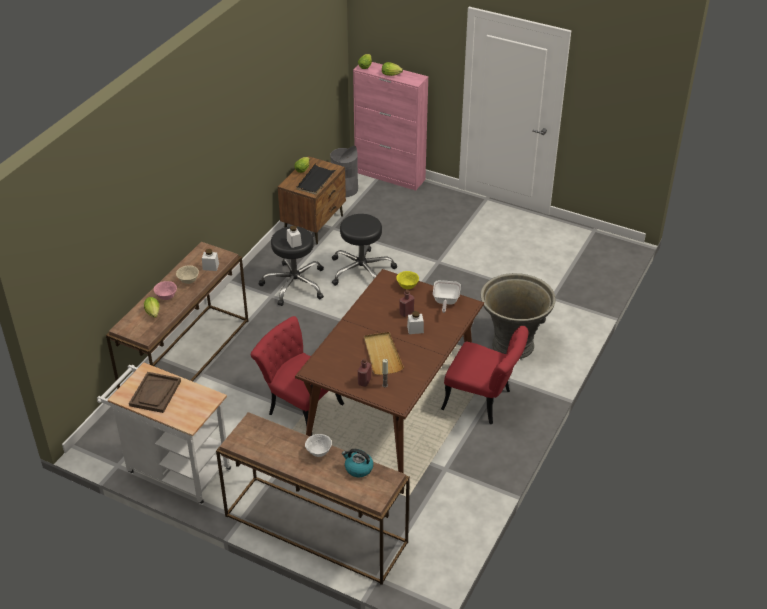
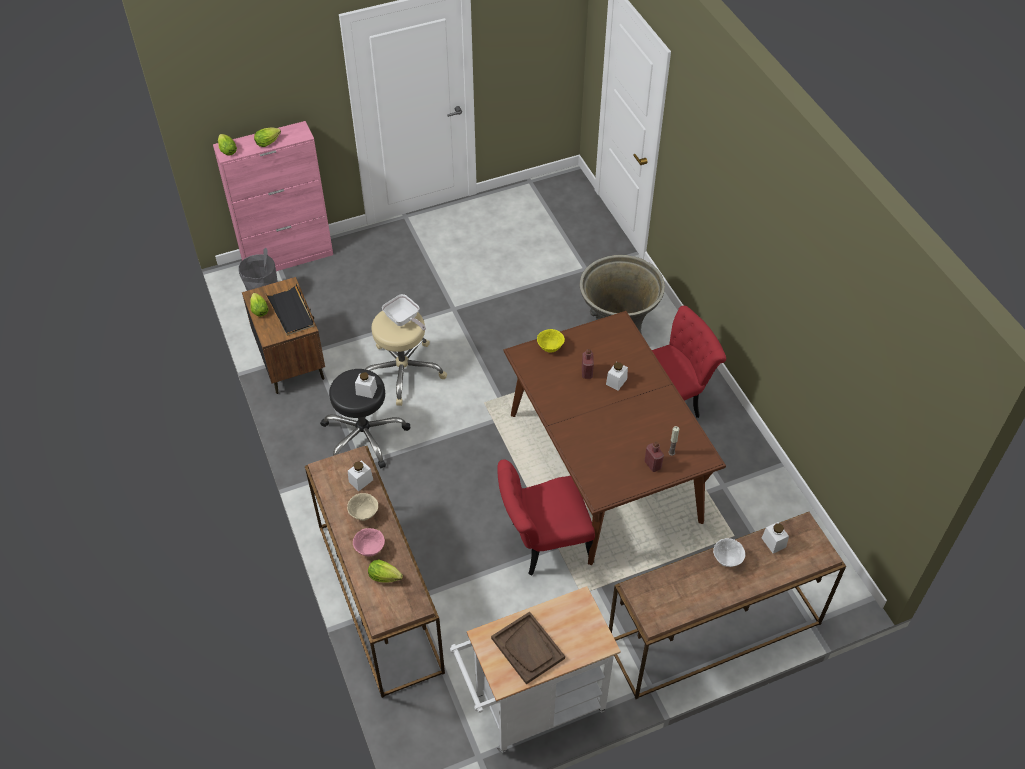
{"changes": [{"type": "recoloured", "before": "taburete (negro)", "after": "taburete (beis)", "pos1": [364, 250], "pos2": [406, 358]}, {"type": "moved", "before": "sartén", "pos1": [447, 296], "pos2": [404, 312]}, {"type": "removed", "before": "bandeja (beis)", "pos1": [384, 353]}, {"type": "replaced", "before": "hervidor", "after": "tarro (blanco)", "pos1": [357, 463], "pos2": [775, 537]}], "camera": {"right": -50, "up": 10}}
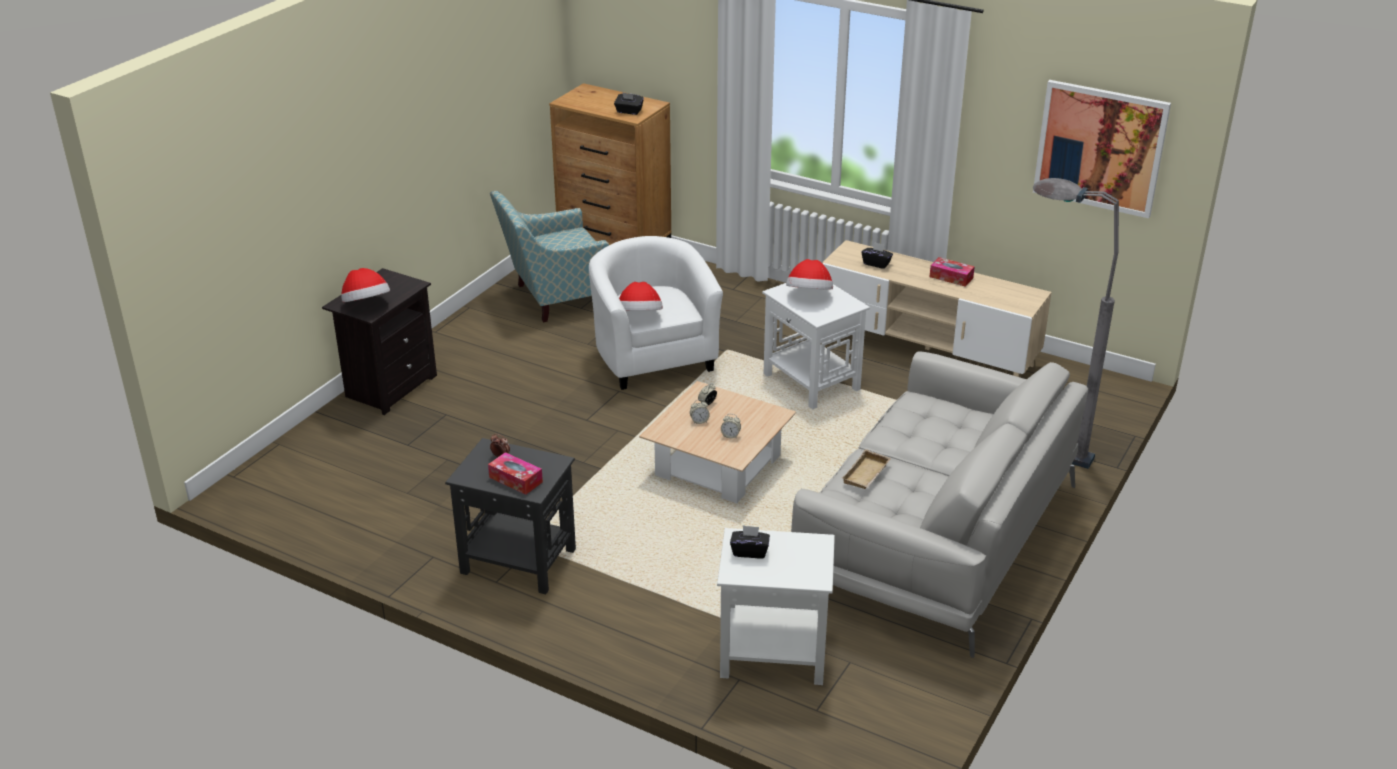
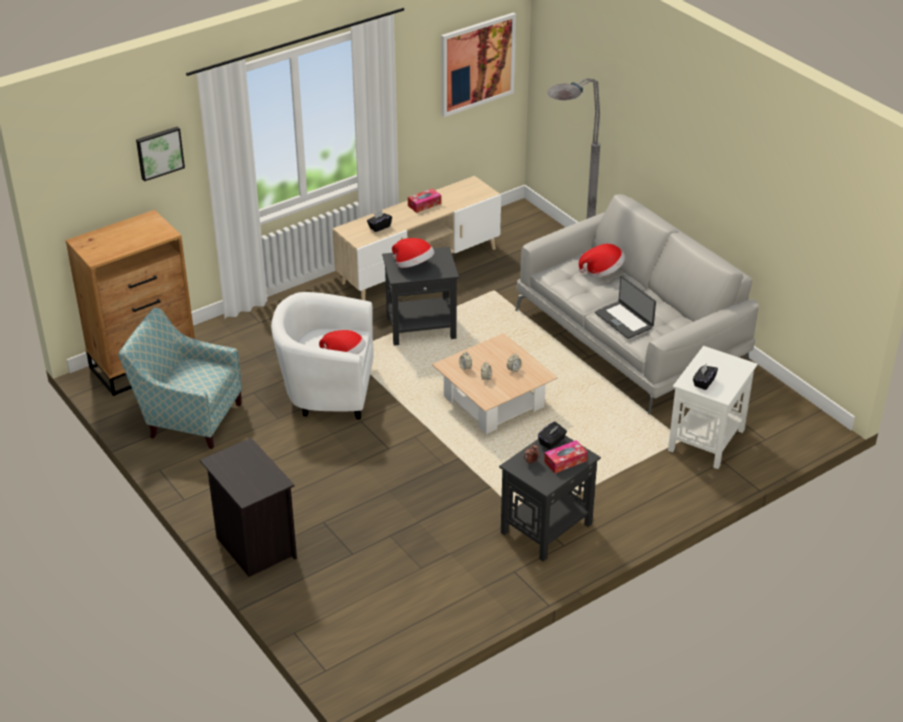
{"changes": [{"type": "moved", "before": "caja de pañuelos (negro)", "pos1": [629, 103], "pos2": [552, 436]}, {"type": "turned", "before": "sillón", "pos1": [549, 256], "pos2": [180, 378], "turn": 105}, {"type": "moved", "before": "sombrero", "pos1": [365, 285], "pos2": [602, 260]}, {"type": "recoloured", "before": "mesa auxiliar (blanco)", "after": "mesa auxiliar (negro)", "pos1": [816, 346], "pos2": [420, 296]}, {"type": "replaced", "before": "bandeja (beis)", "after": "portátil", "pos1": [866, 469], "pos2": [625, 307]}, {"type": "added", "after": "cuadro", "pos2": [160, 153]}], "camera": {"right": -65, "up": 5}}
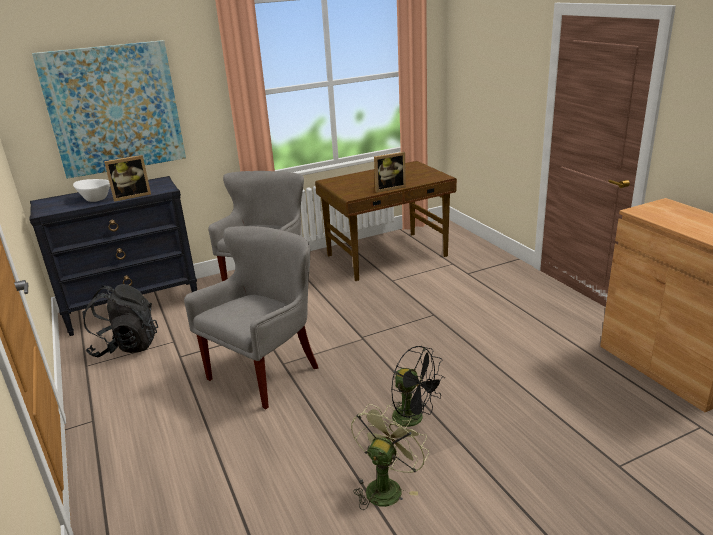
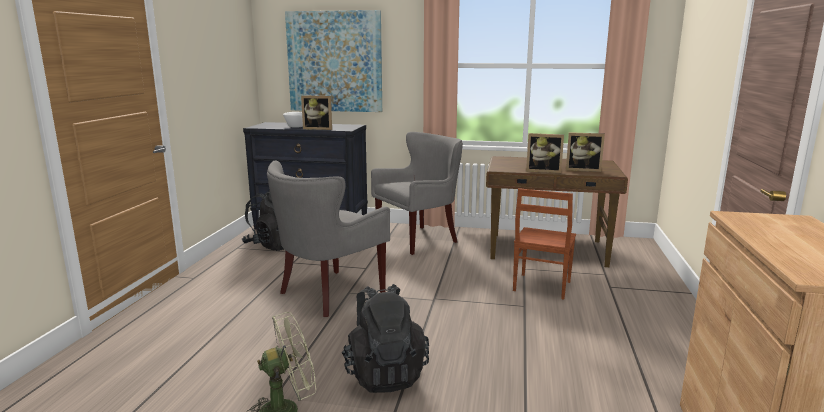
{"changes": [{"type": "turned", "before": "sillón (gris)", "pos1": [251, 317], "pos2": [328, 238], "turn": 150}, {"type": "replaced", "before": "ventilador (negro)", "after": "mochila (negro)", "pos1": [418, 386], "pos2": [385, 338]}, {"type": "added", "after": "portarretratos", "pos2": [585, 152]}, {"type": "added", "after": "silla (marrón)", "pos2": [544, 243]}], "camera": {"right": 35, "up": -10}}
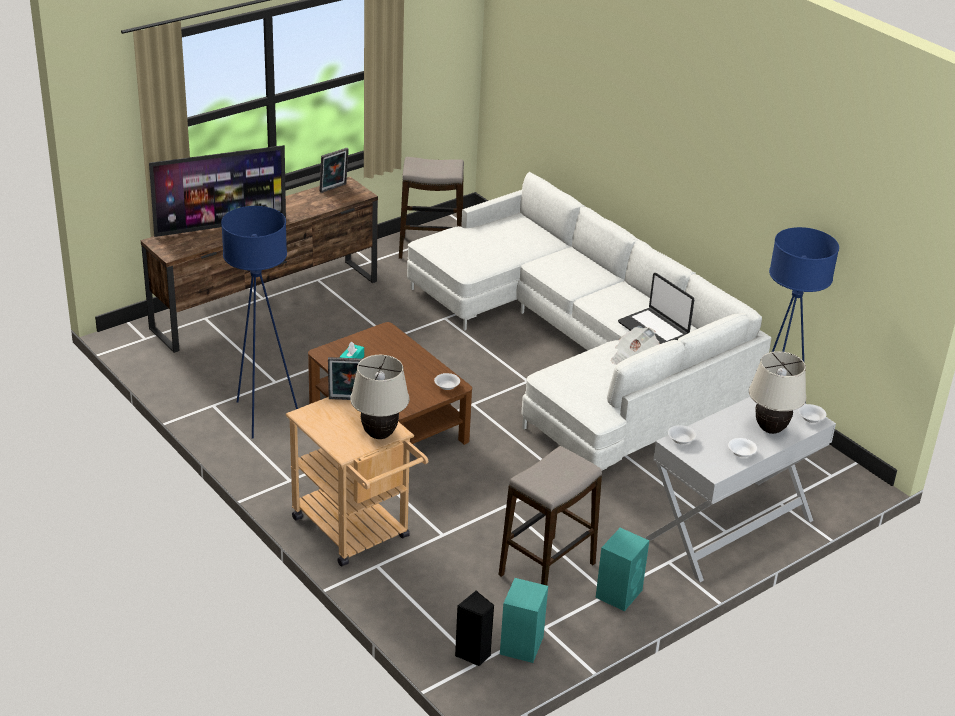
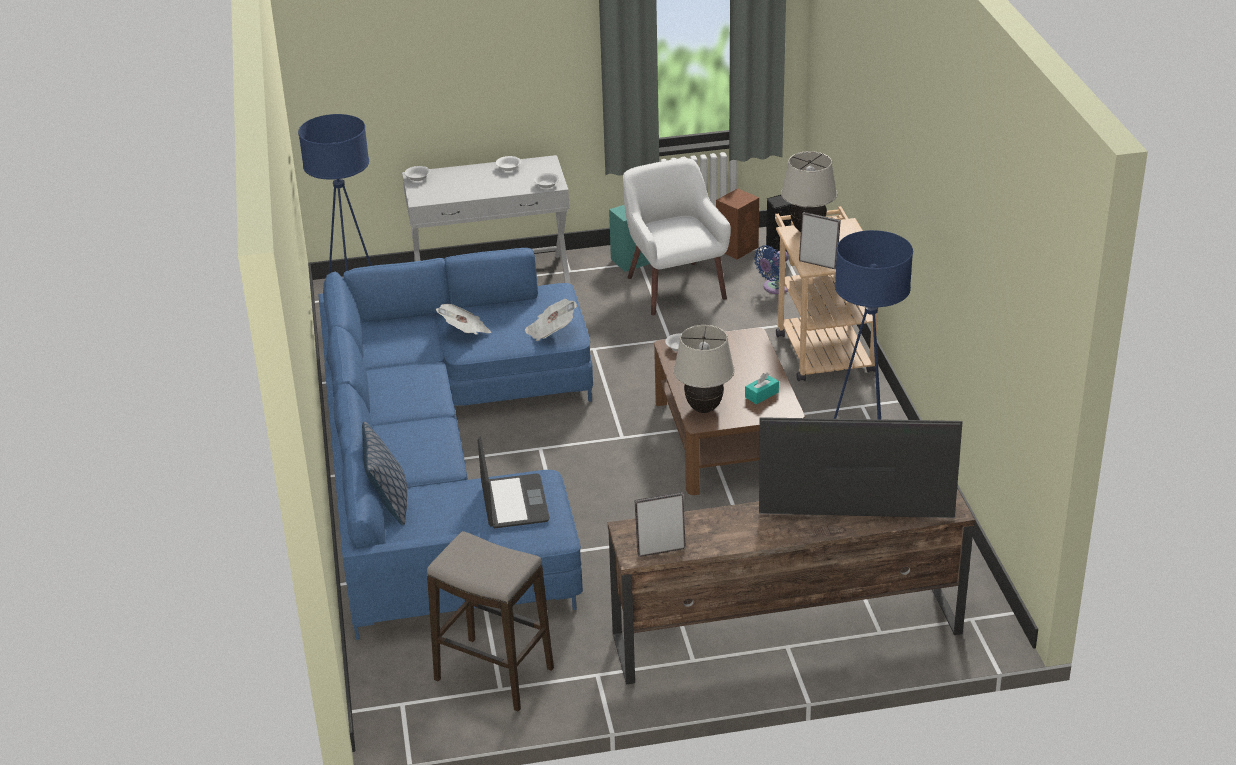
{"changes": [{"type": "recoloured", "before": "sofá (blanco)", "after": "sofá (azul)", "pos1": [589, 321], "pos2": [455, 444]}, {"type": "moved", "before": "portátil", "pos1": [656, 308], "pos2": [514, 482]}, {"type": "moved", "before": "lámpara de mesa (beis)", "pos1": [777, 392], "pos2": [704, 369]}, {"type": "replaced", "before": "taburete", "after": "sillón (blanco)", "pos1": [550, 515], "pos2": [677, 237]}, {"type": "recoloured", "before": "altavoz (turquesa)", "after": "altavoz (marrón)", "pos1": [524, 620], "pos2": [737, 224]}, {"type": "added", "after": "ventilador (azul)", "pos2": [771, 269]}, {"type": "added", "after": "periódico", "pos2": [551, 320]}, {"type": "added", "after": "cojín", "pos2": [384, 473]}], "camera": {"right": -150, "up": 0}}
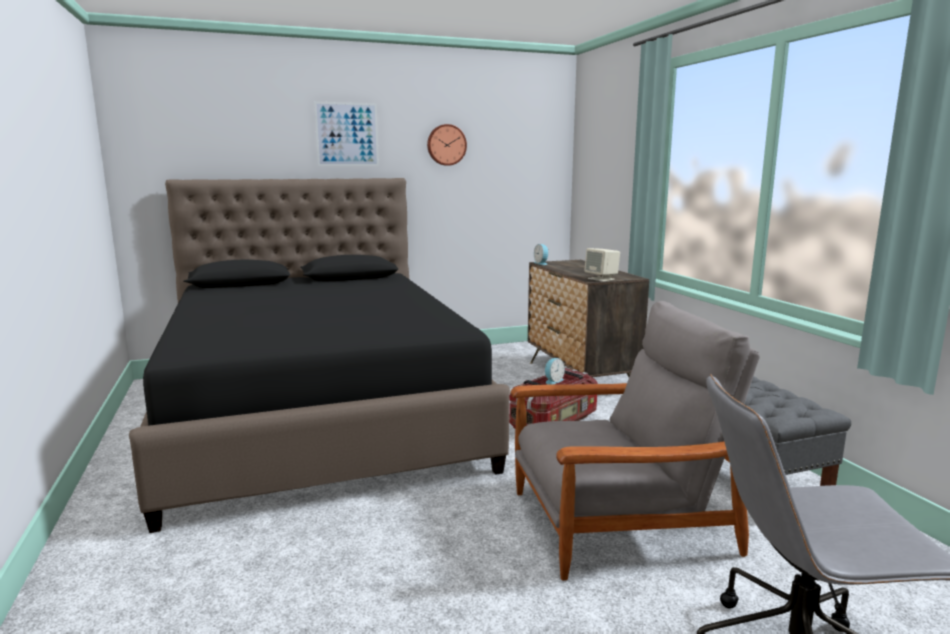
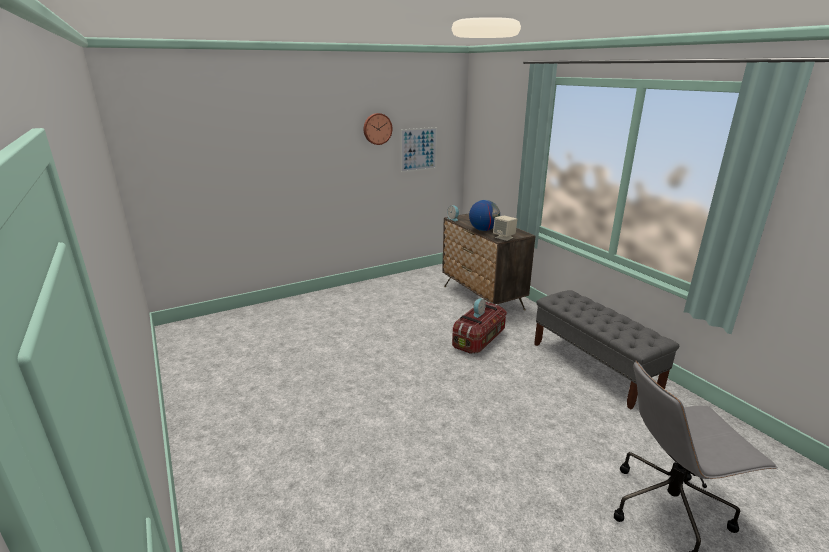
{"changes": [{"type": "moved", "before": "cuadro", "pos1": [346, 133], "pos2": [418, 149]}, {"type": "removed", "before": "cama (negro)", "pos1": [319, 355]}, {"type": "removed", "before": "sillón (gris)", "pos1": [635, 441]}, {"type": "added", "after": "globo terráqueo", "pos2": [484, 215]}], "camera": {"right": -10, "up": 10}}
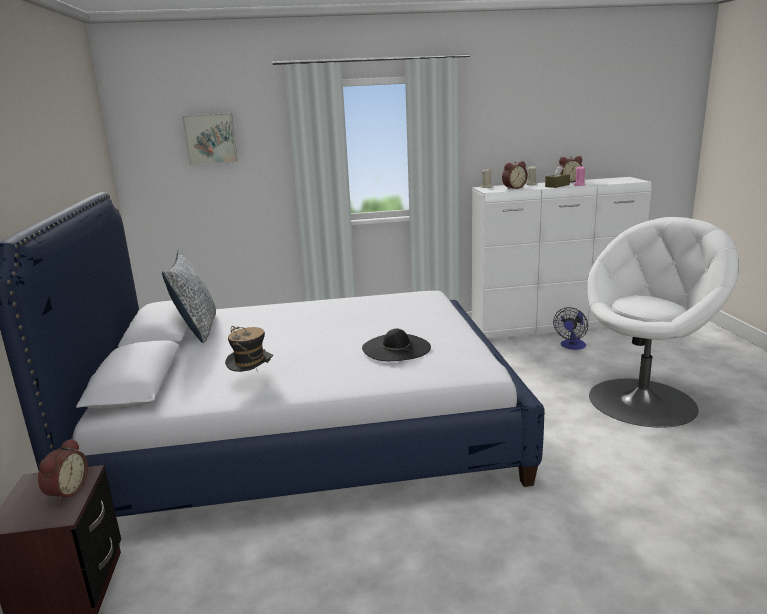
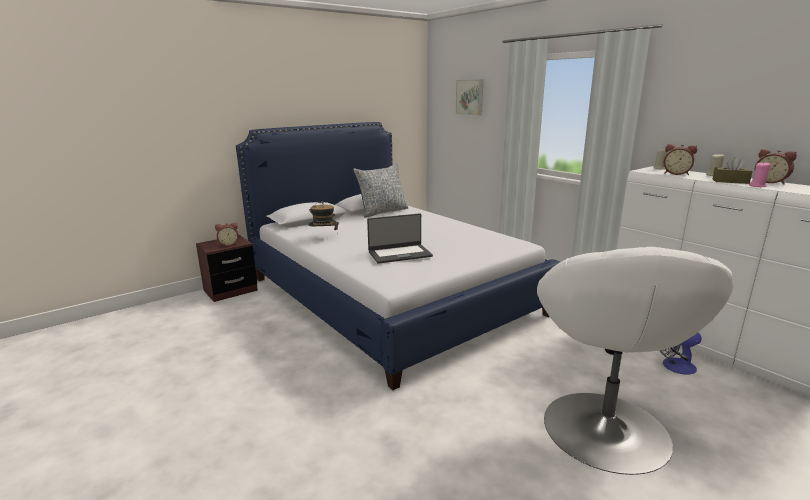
{"changes": [{"type": "turned", "before": "sillón (blanco)", "pos1": [663, 322], "pos2": [635, 361], "turn": 75}, {"type": "replaced", "before": "sombrero (negro)", "after": "portátil", "pos1": [396, 344], "pos2": [400, 238]}], "camera": {"right": 60, "up": 0}}
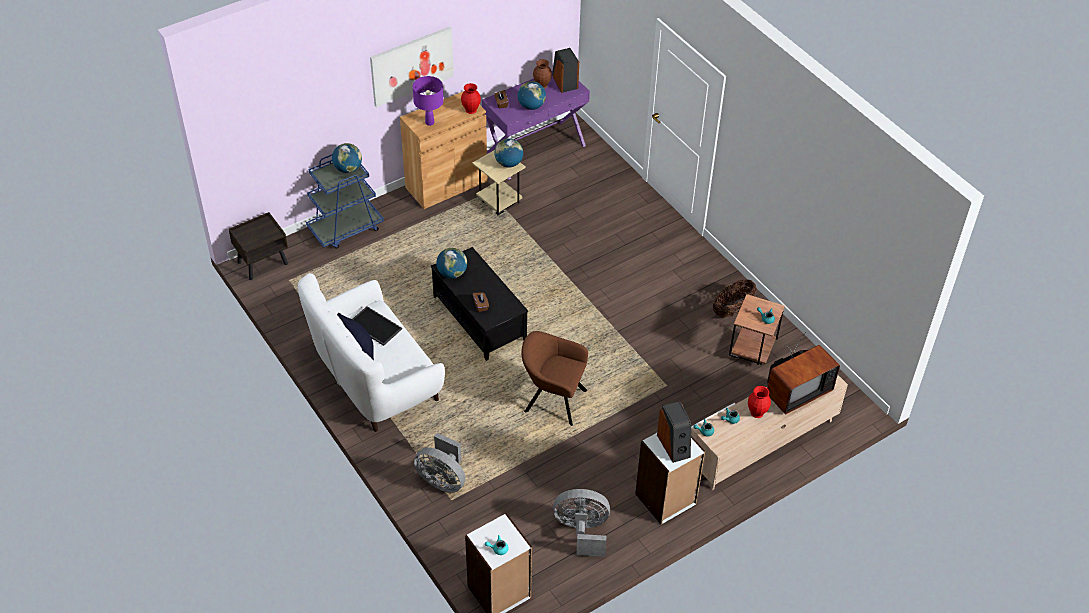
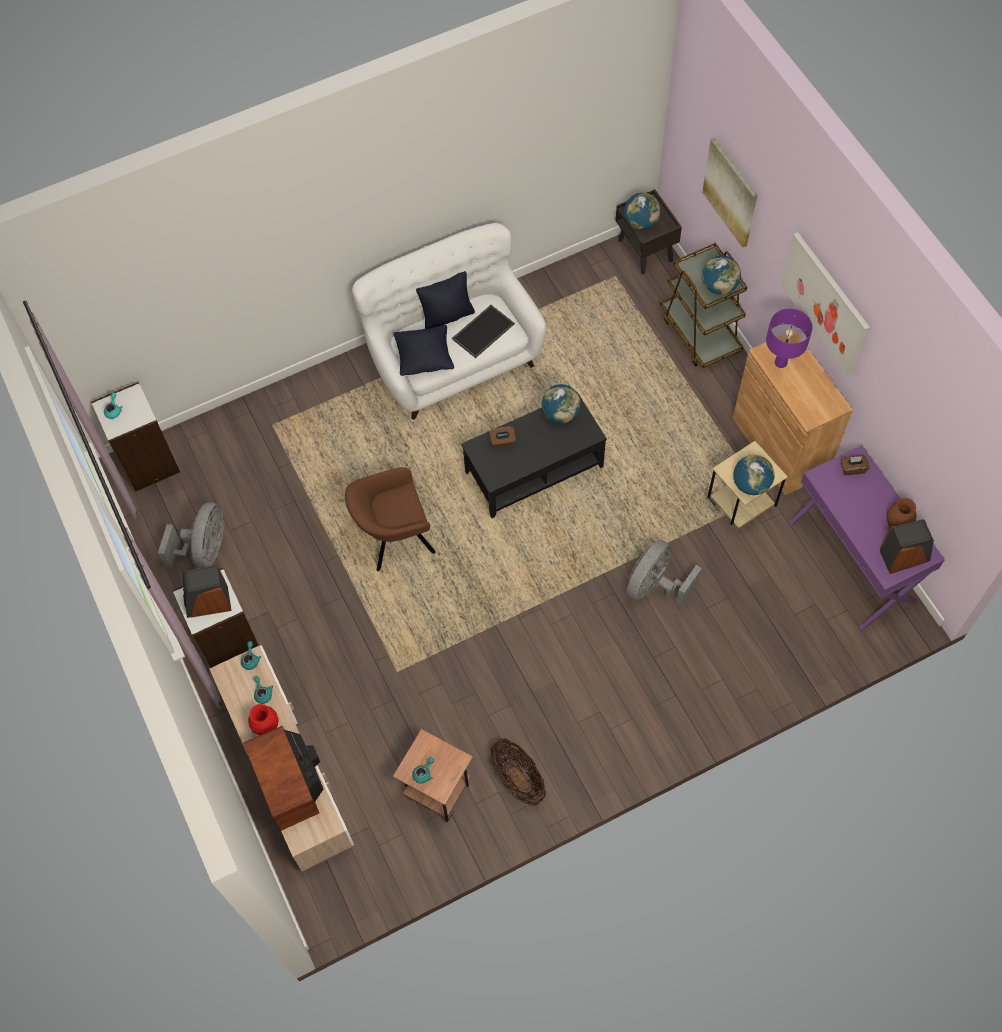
{"changes": [{"type": "moved", "before": "globo terráqueo", "pos1": [532, 95], "pos2": [642, 211]}, {"type": "removed", "before": "florero (rojo)", "pos1": [471, 98]}, {"type": "recoloured", "before": "carrito (azul)", "after": "carrito (marrón)", "pos1": [345, 201], "pos2": [703, 305]}, {"type": "turned", "before": "sillón (marrón)", "pos1": [555, 378], "pos2": [390, 519], "turn": -135}, {"type": "moved", "before": "ventilador (gris)", "pos1": [439, 463], "pos2": [664, 573]}, {"type": "added", "after": "cuadro", "pos2": [730, 193]}, {"type": "added", "after": "cojín (negro)", "pos2": [424, 350]}], "camera": {"right": 100, "up": 15}}
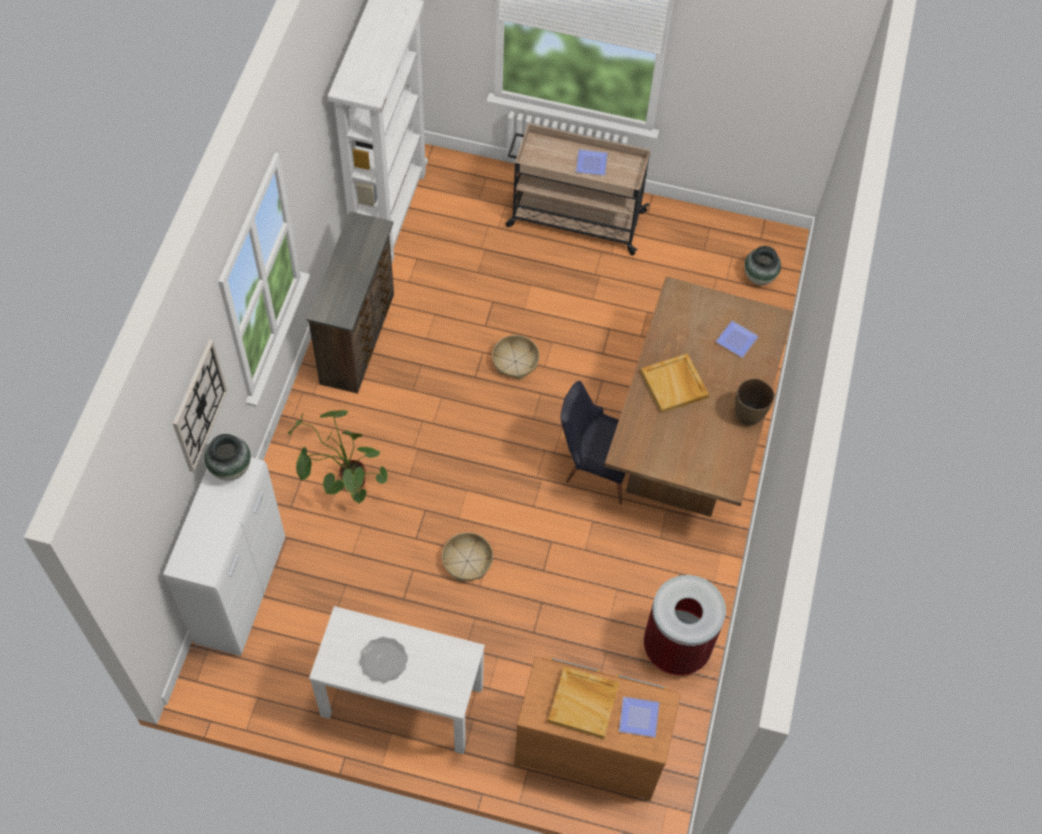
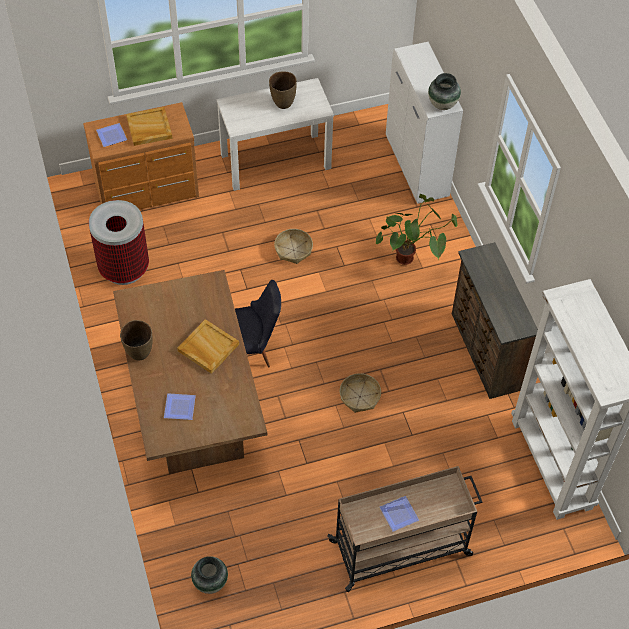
{"changes": [{"type": "removed", "before": "reloj de pared", "pos1": [200, 405]}, {"type": "replaced", "before": "plato", "after": "florero (marrón)", "pos1": [383, 660], "pos2": [283, 90]}], "camera": {"right": 150, "up": -5}}
